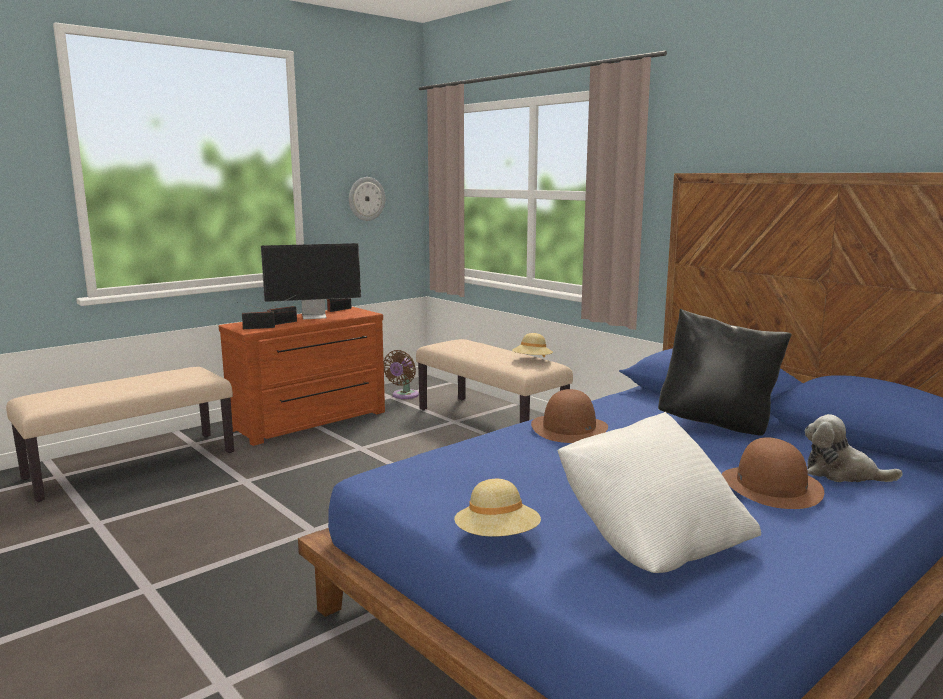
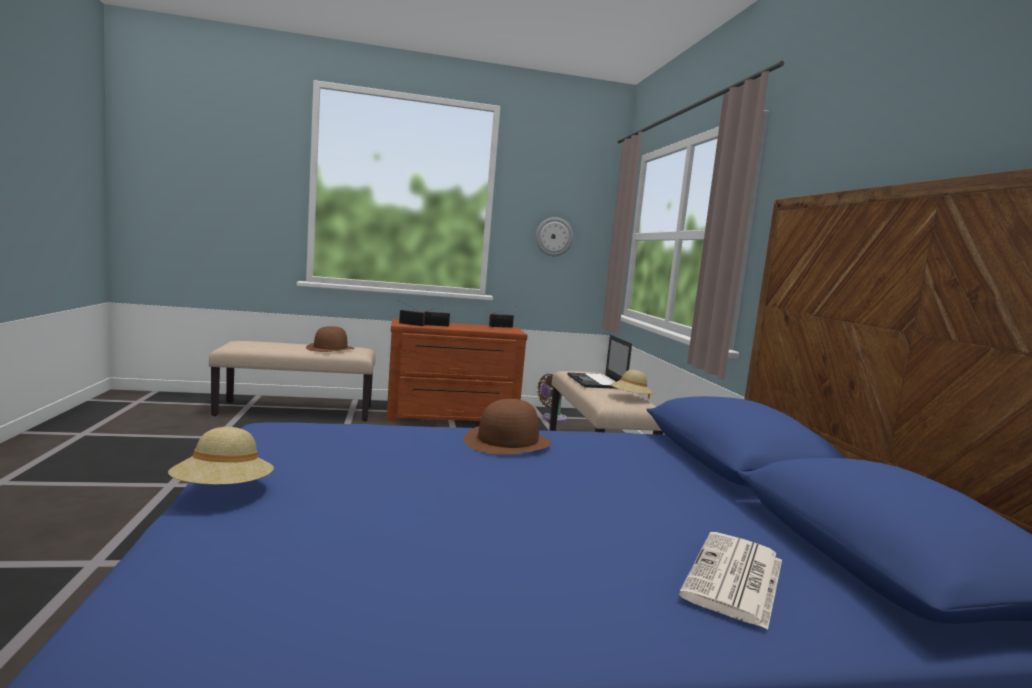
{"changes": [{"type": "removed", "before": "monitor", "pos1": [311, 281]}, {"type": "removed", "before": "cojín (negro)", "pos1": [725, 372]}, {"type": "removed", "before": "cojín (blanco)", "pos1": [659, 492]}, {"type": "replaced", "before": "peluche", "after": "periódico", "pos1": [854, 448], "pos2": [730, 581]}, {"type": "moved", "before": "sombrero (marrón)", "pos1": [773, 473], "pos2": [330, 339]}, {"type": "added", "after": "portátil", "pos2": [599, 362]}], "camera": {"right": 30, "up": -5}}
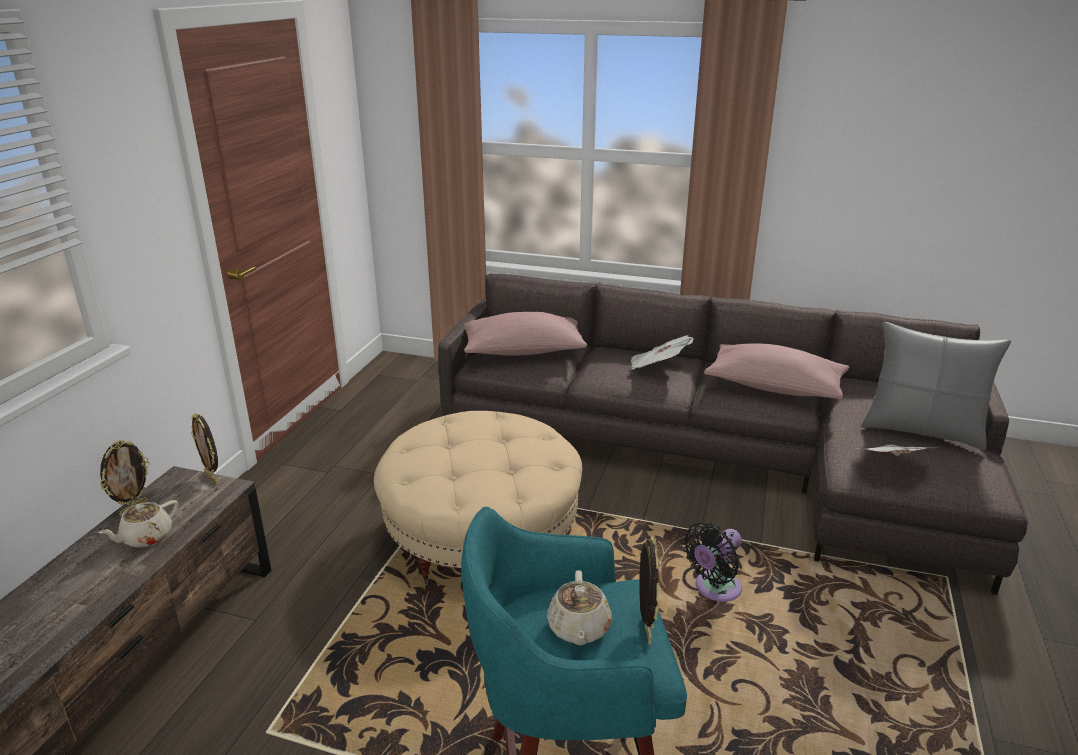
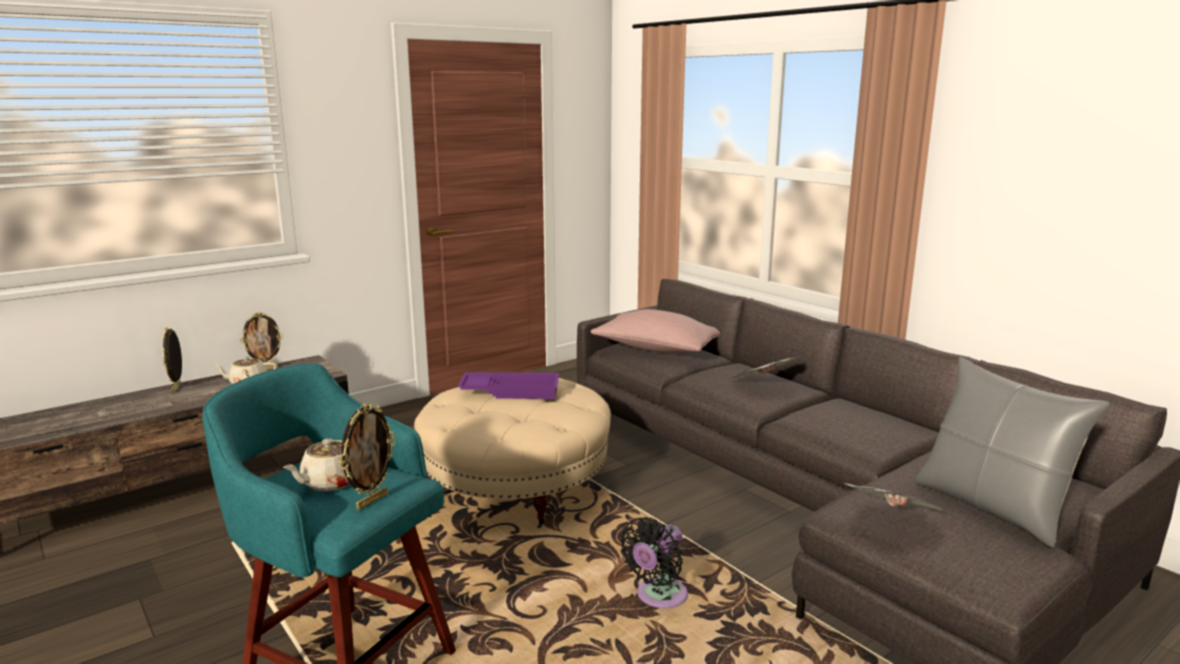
{"changes": [{"type": "removed", "before": "cojín (rosa)", "pos1": [776, 371]}, {"type": "moved", "before": "portarretratos", "pos1": [204, 448], "pos2": [172, 359]}, {"type": "turned", "before": "ventilador (negro)", "pos1": [712, 562], "pos2": [654, 562], "turn": -45}, {"type": "added", "after": "bandeja (morado)", "pos2": [508, 385]}], "camera": {"right": 35, "up": -10}}
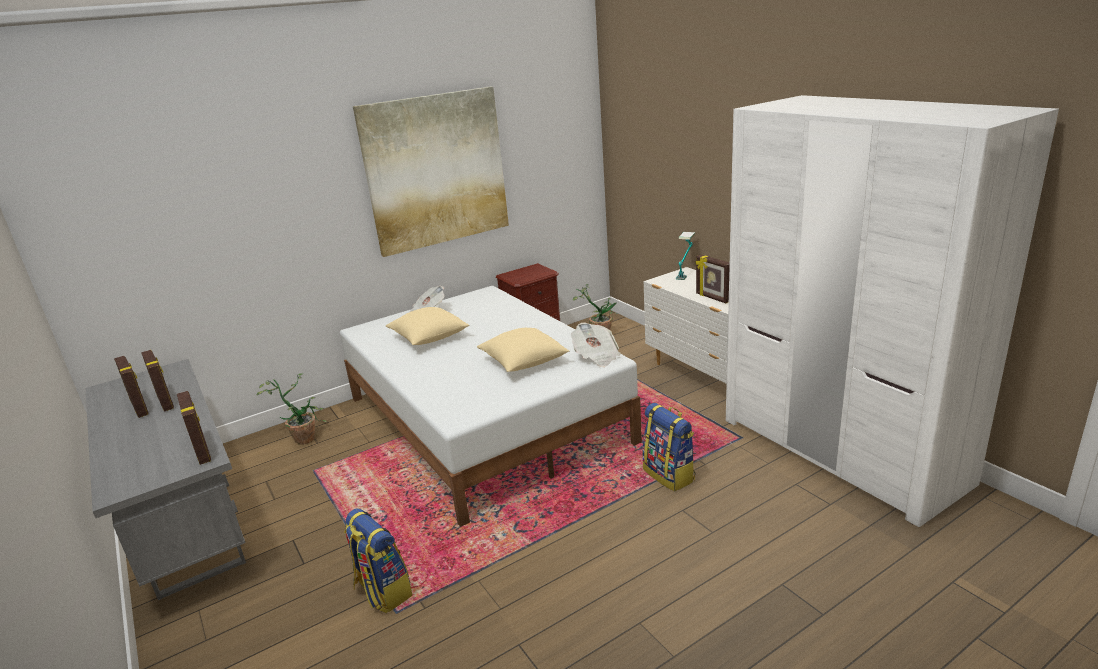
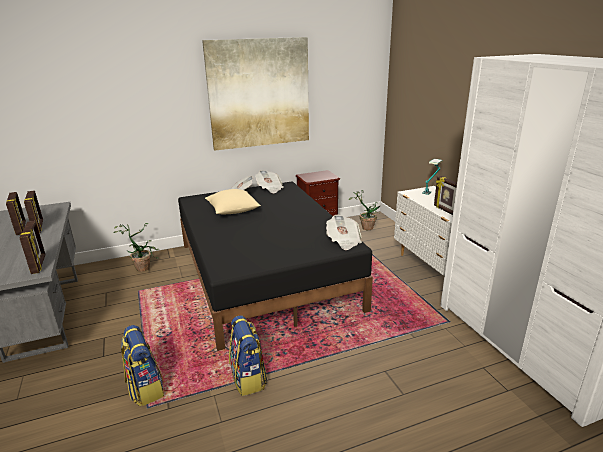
{"changes": [{"type": "recoloured", "before": "cama (blanco)", "after": "cama (negro)", "pos1": [491, 406], "pos2": [275, 266]}, {"type": "removed", "before": "cojín (beis)", "pos1": [523, 350]}, {"type": "moved", "before": "mochila", "pos1": [668, 447], "pos2": [248, 356]}, {"type": "added", "after": "periódico", "pos2": [269, 181]}], "camera": {"right": 10, "up": 0}}
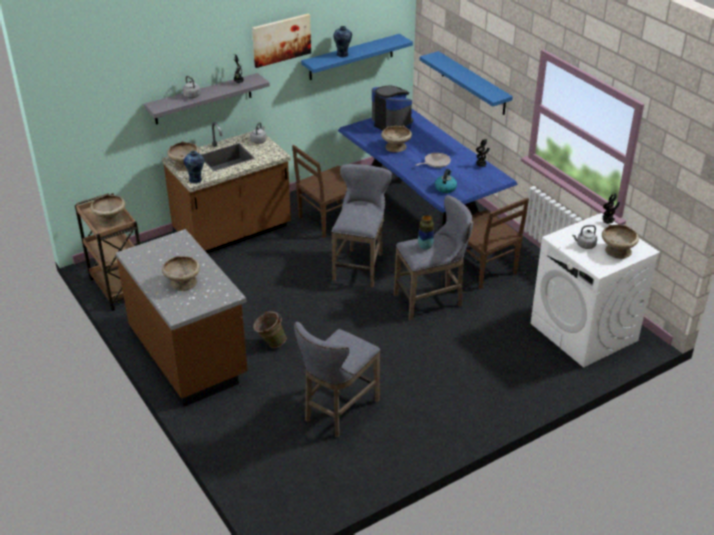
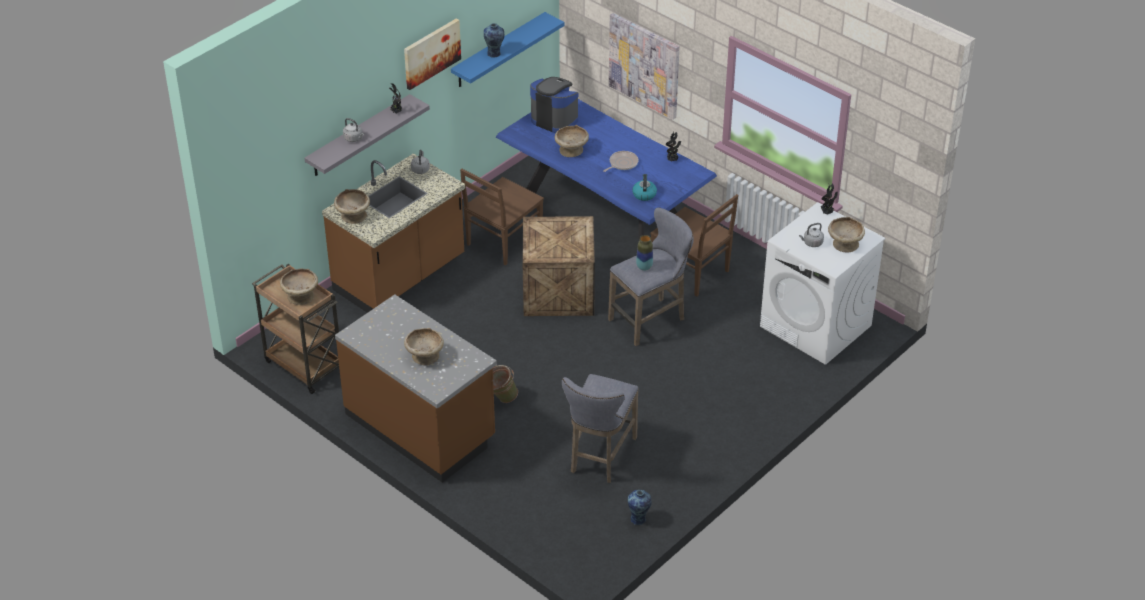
{"changes": [{"type": "replaced", "before": "estante (azul)", "after": "cuadro", "pos1": [466, 83], "pos2": [644, 66]}, {"type": "moved", "before": "florero", "pos1": [194, 167], "pos2": [639, 507]}, {"type": "replaced", "before": "taburete (gris)", "after": "caja de embalaje", "pos1": [361, 225], "pos2": [558, 266]}], "camera": {"right": -15, "up": 5}}
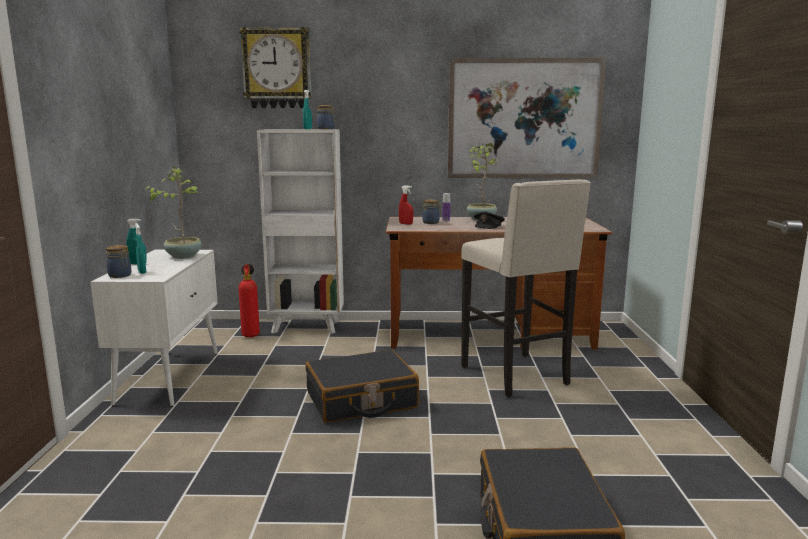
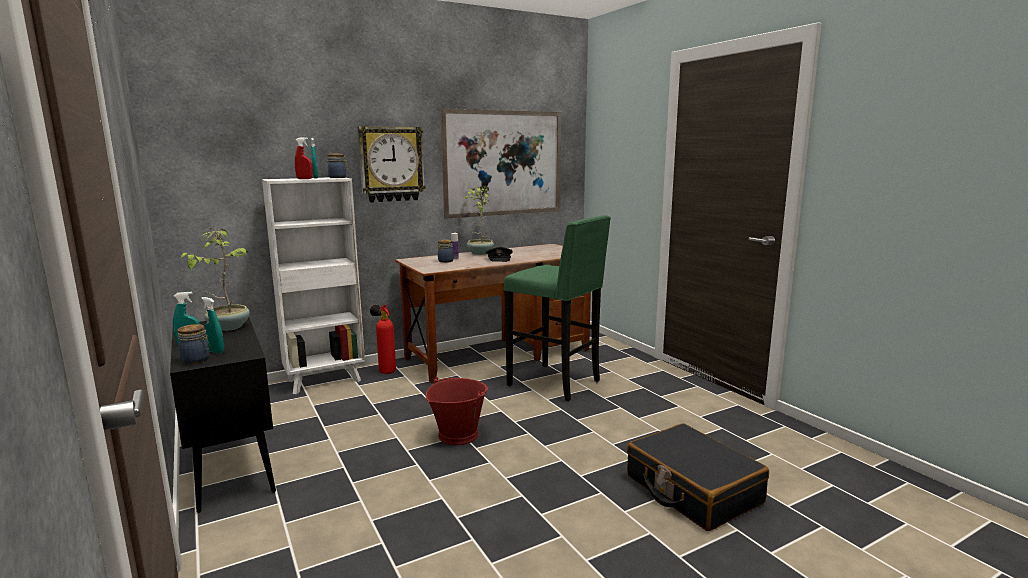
{"changes": [{"type": "moved", "before": "reloj de pared", "pos1": [275, 67], "pos2": [392, 164]}, {"type": "recoloured", "before": "taburete (beis)", "after": "taburete (verde)", "pos1": [526, 288], "pos2": [557, 308]}, {"type": "moved", "before": "pulverizador (rojo)", "pos1": [406, 205], "pos2": [304, 158]}, {"type": "recoloured", "before": "armario (blanco)", "after": "armario (negro)", "pos1": [154, 328], "pos2": [223, 415]}, {"type": "moved", "before": "extintor", "pos1": [249, 300], "pos2": [383, 339]}, {"type": "replaced", "before": "maleta (negro)", "after": "cubo (rojo)", "pos1": [362, 386], "pos2": [457, 411]}], "camera": {"right": -30, "up": 0}}
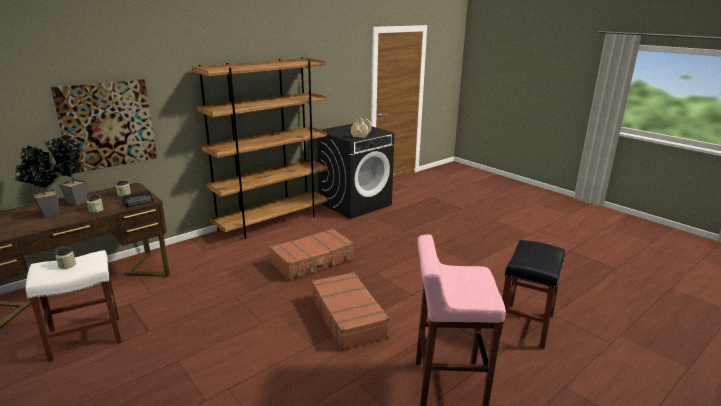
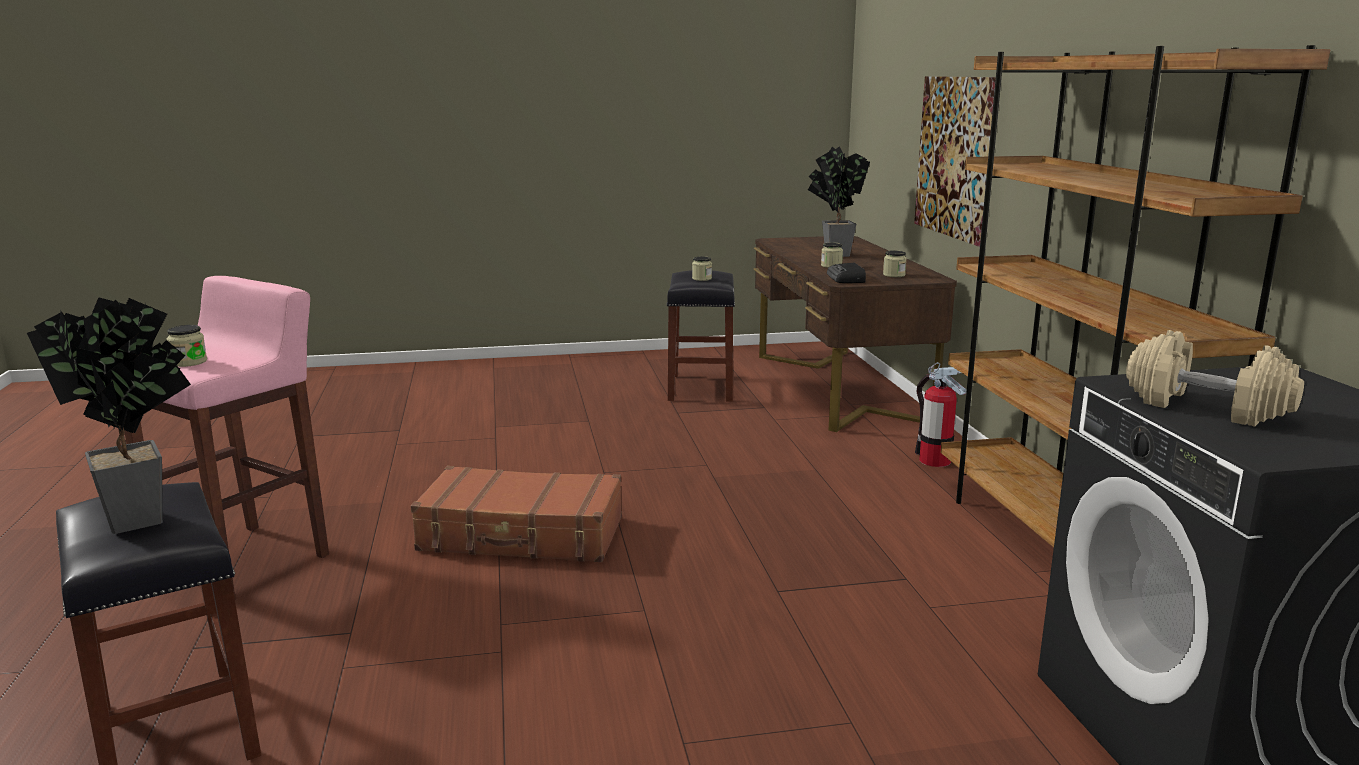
{"changes": [{"type": "moved", "before": "planta en maceta", "pos1": [65, 170], "pos2": [109, 415]}, {"type": "removed", "before": "maleta (marrón)", "pos1": [312, 255]}, {"type": "recoloured", "before": "taburete (blanco)", "after": "taburete (negro)", "pos1": [74, 306], "pos2": [700, 336]}, {"type": "added", "after": "tarro", "pos2": [187, 346]}, {"type": "added", "after": "extintor", "pos2": [940, 414]}], "camera": {"right": 120, "up": -5}}
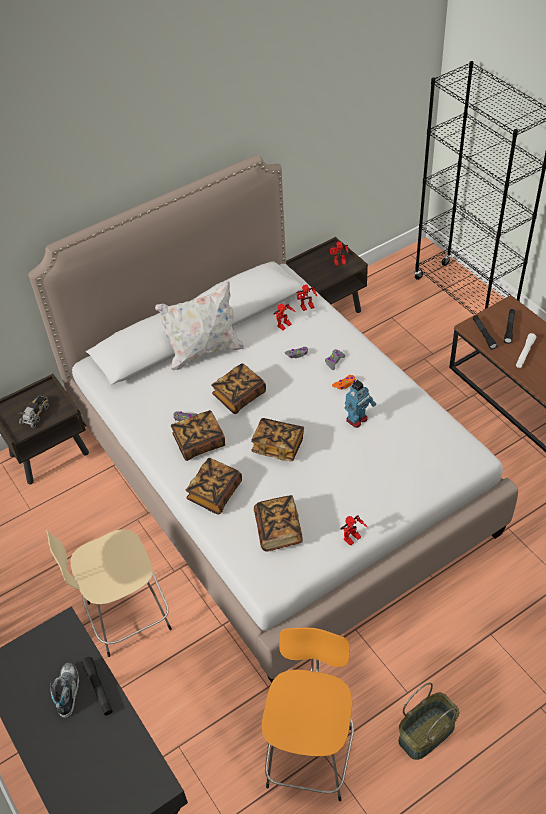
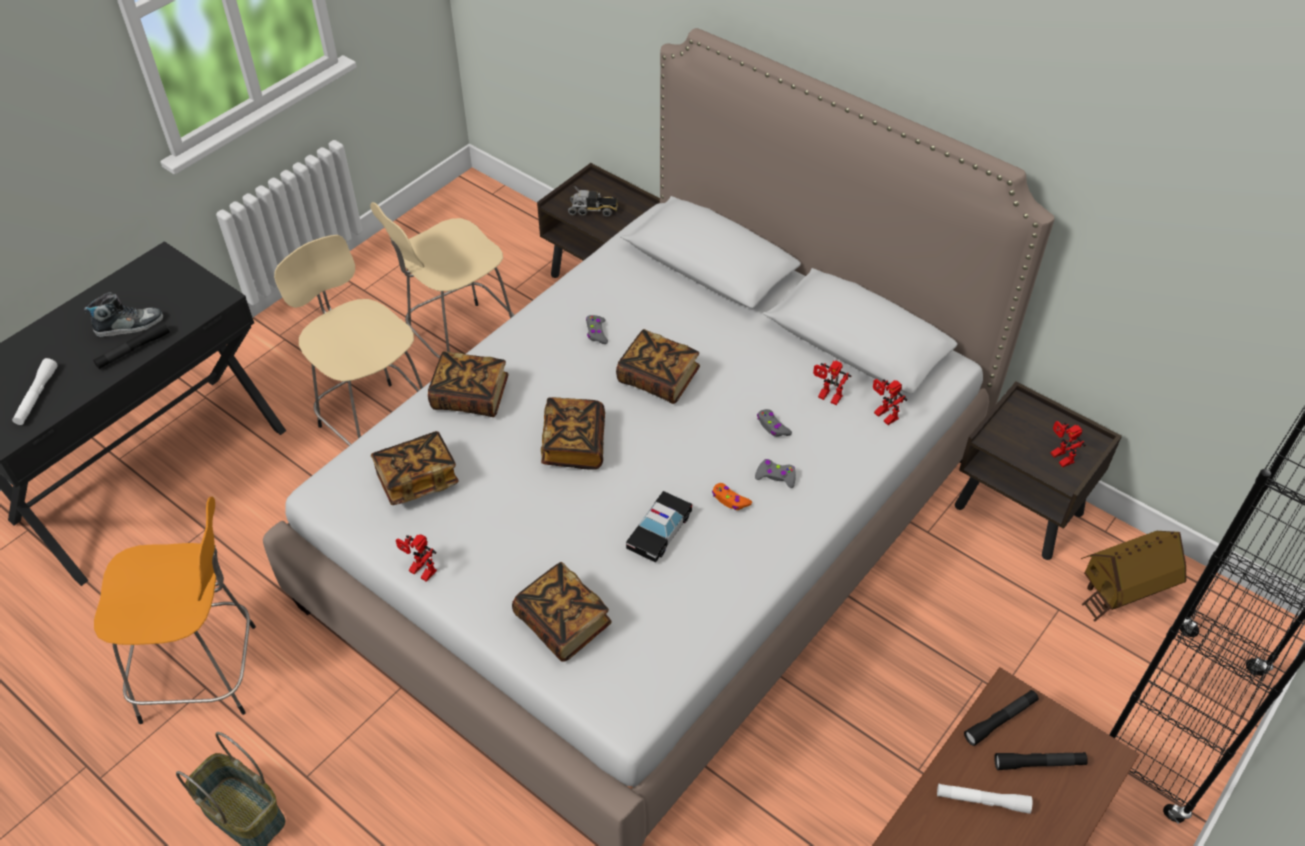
{"changes": [{"type": "removed", "before": "cojín (blanco)", "pos1": [199, 325]}, {"type": "replaced", "before": "robot de juguete", "after": "coche de juguete", "pos1": [360, 404], "pos2": [659, 527]}, {"type": "moved", "before": "libro", "pos1": [198, 435], "pos2": [562, 612]}, {"type": "added", "after": "taburete (beis)", "pos2": [442, 280]}, {"type": "added", "after": "linterna (blanco)", "pos2": [35, 391]}, {"type": "added", "after": "casita", "pos2": [1133, 576]}], "camera": {"right": 70, "up": 0}}
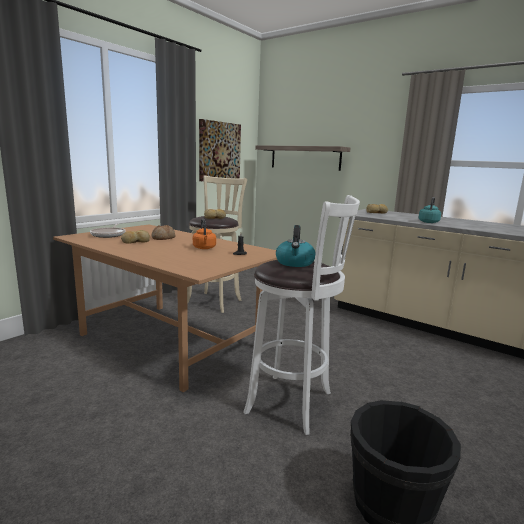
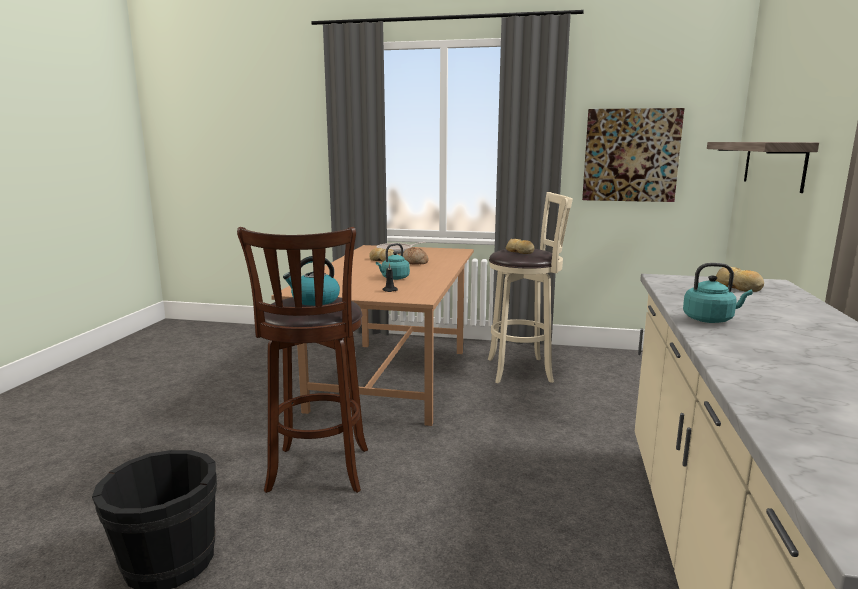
{"changes": [{"type": "recoloured", "before": "taburete (blanco)", "after": "taburete (marrón)", "pos1": [302, 315], "pos2": [302, 360]}, {"type": "recoloured", "before": "hervidor (naranja)", "after": "hervidor (turquesa)", "pos1": [204, 234], "pos2": [393, 261]}], "camera": {"right": 65, "up": 0}}
